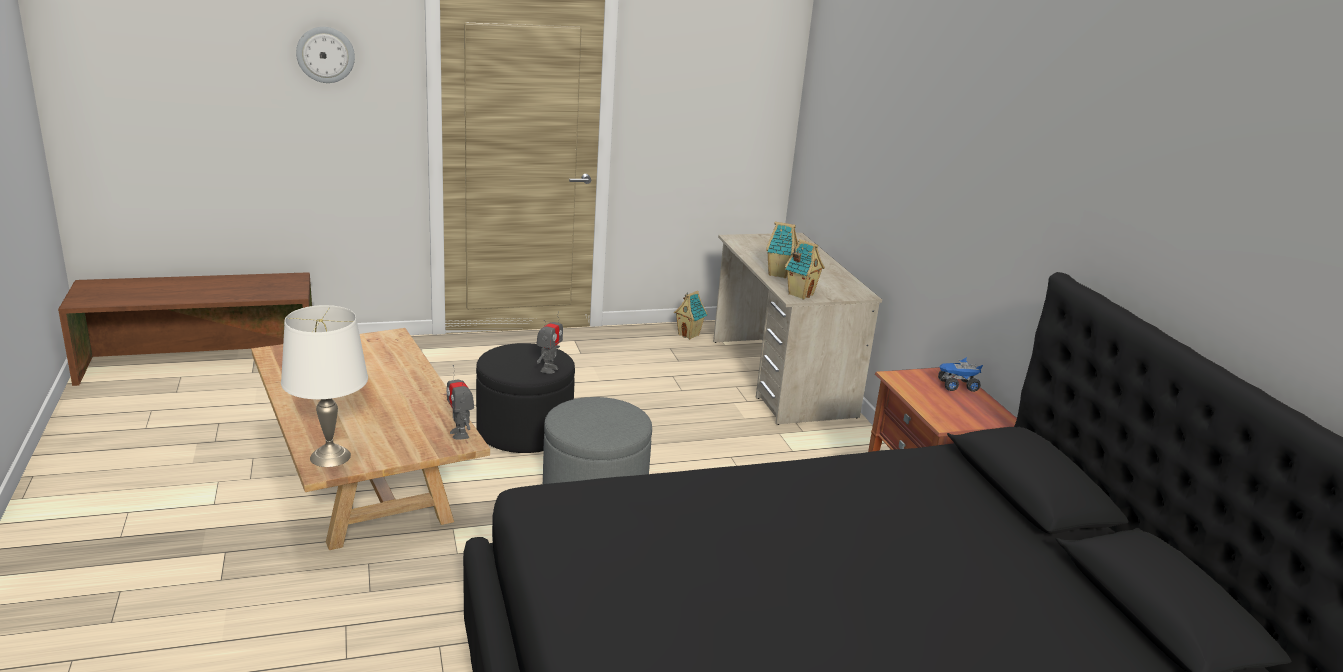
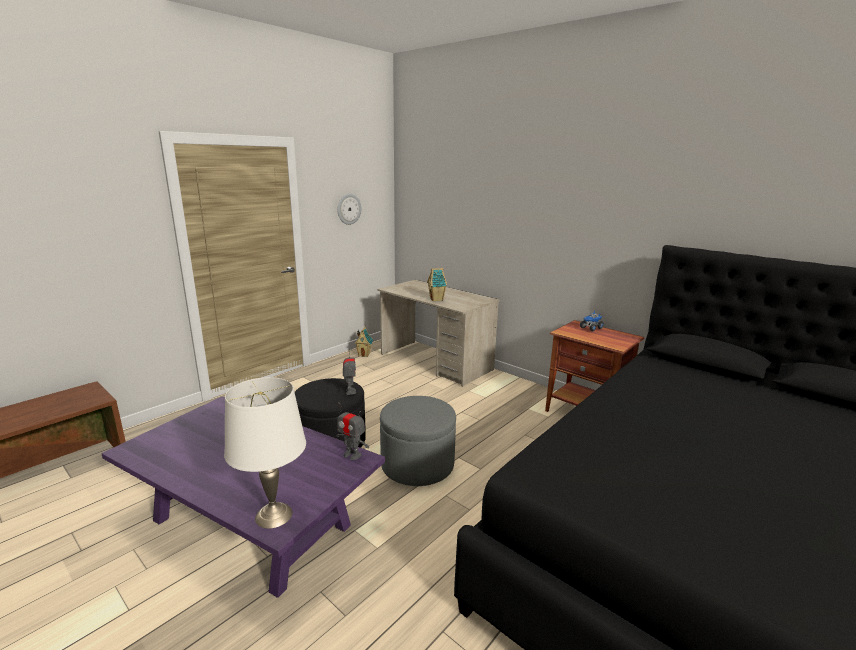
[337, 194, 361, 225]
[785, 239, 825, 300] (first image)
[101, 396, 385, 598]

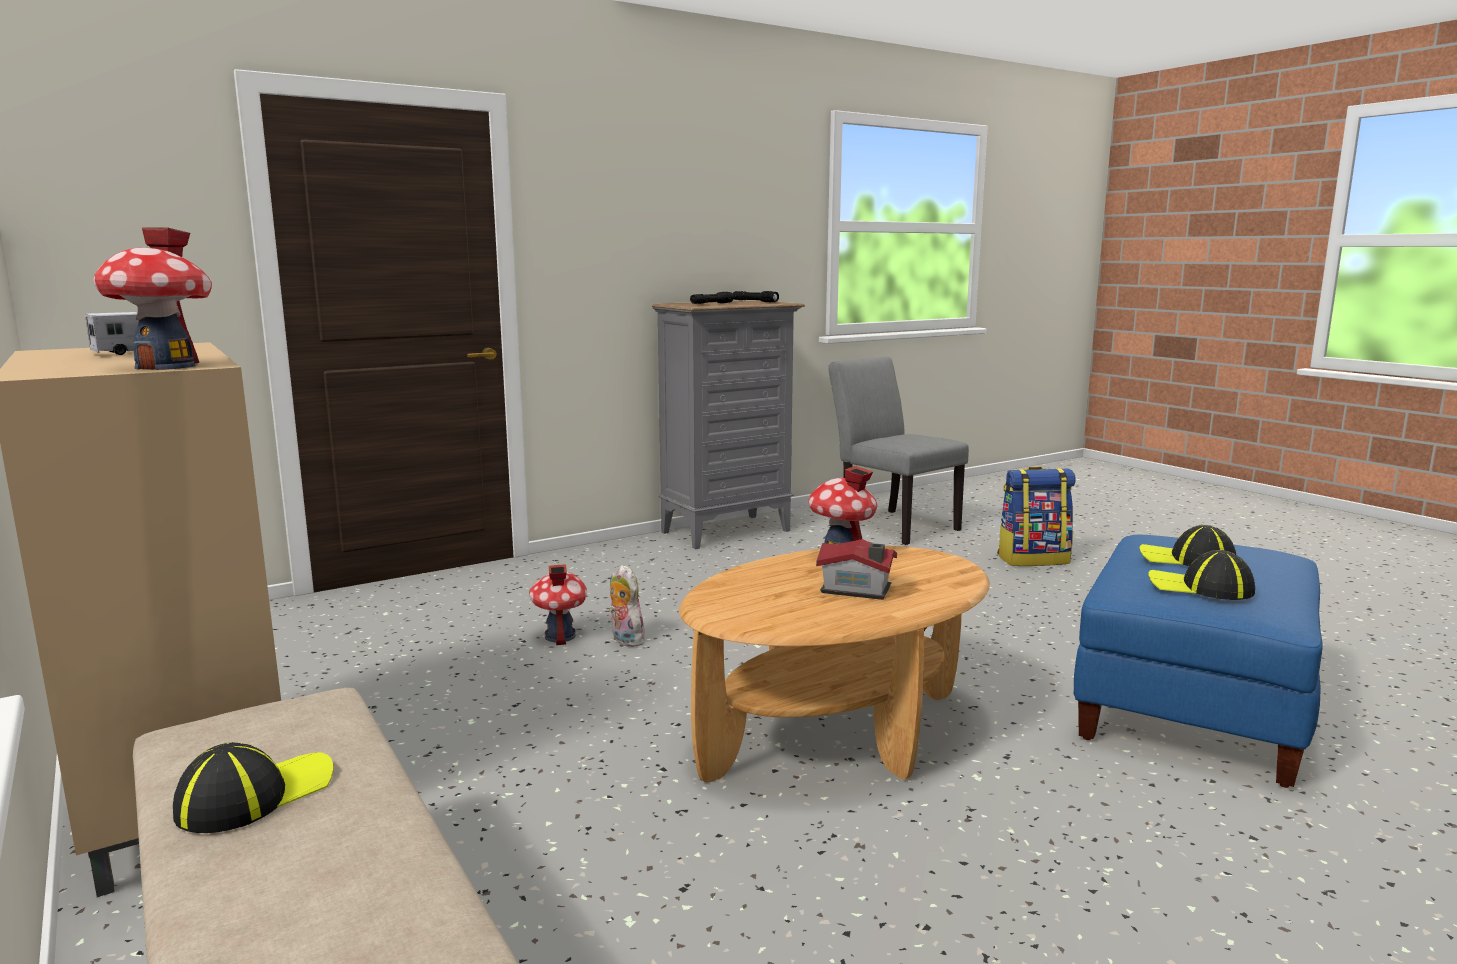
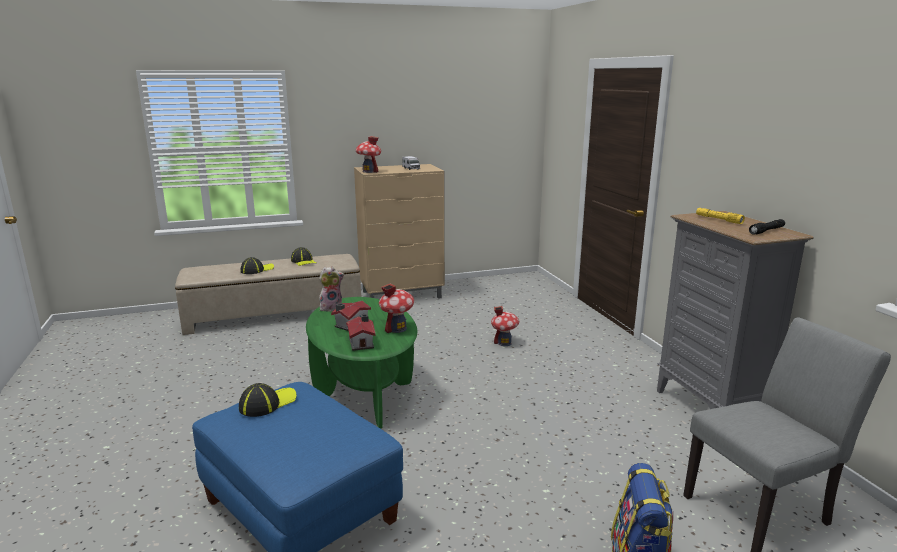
[696, 208, 745, 224]
[241, 257, 274, 274]
[306, 297, 417, 429]
[319, 266, 344, 312]
[346, 314, 376, 351]

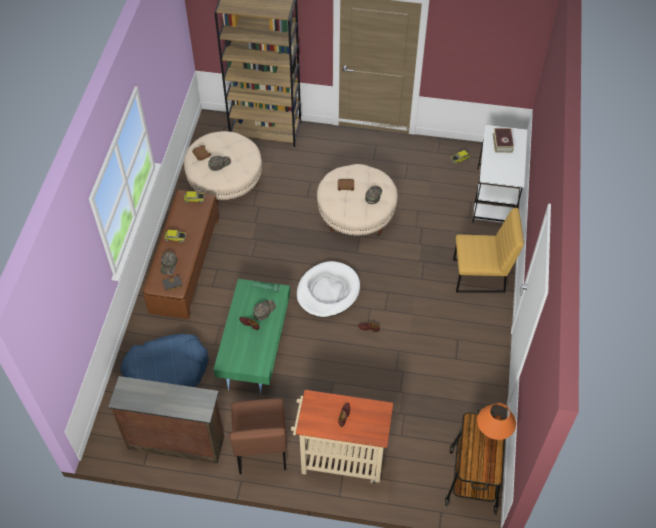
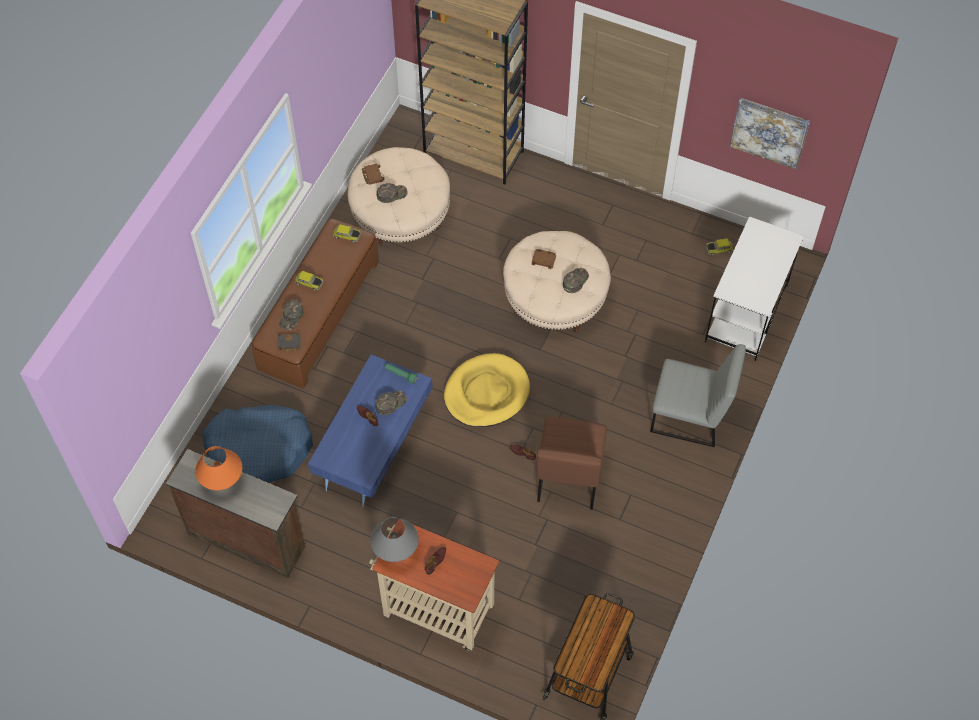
[493, 128, 514, 153] (first image)
[650, 344, 746, 447]
[444, 353, 530, 427]
[308, 354, 433, 506]
[536, 417, 607, 510]
[195, 446, 242, 490]
[729, 98, 810, 169]
[370, 517, 419, 562]

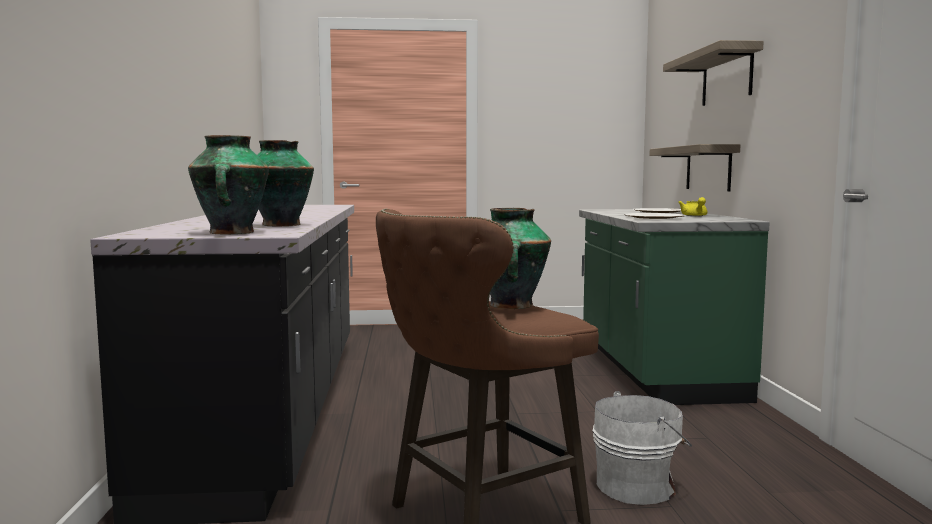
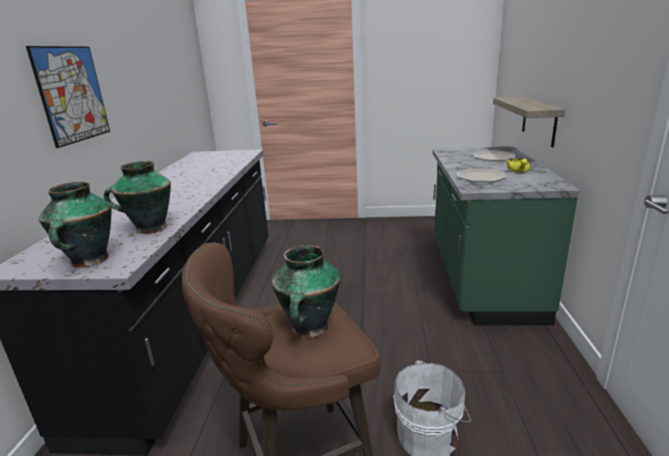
[663, 40, 764, 106] (first image)
[26, 46, 110, 148]

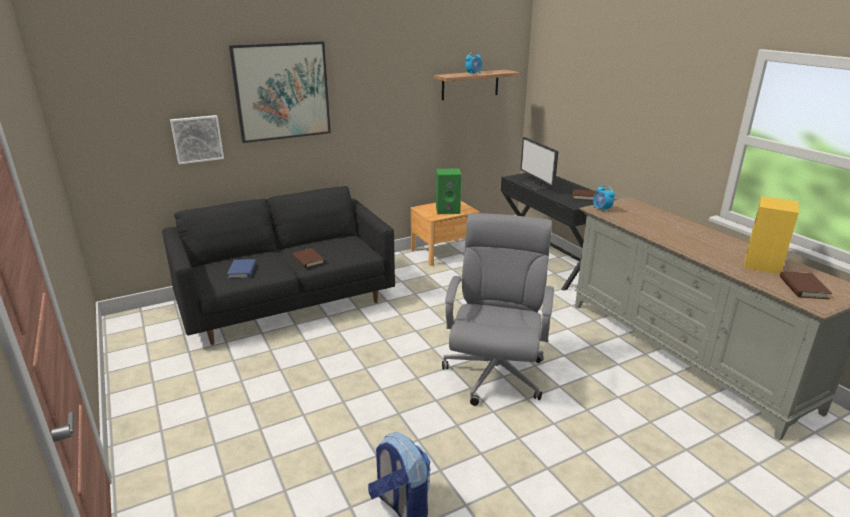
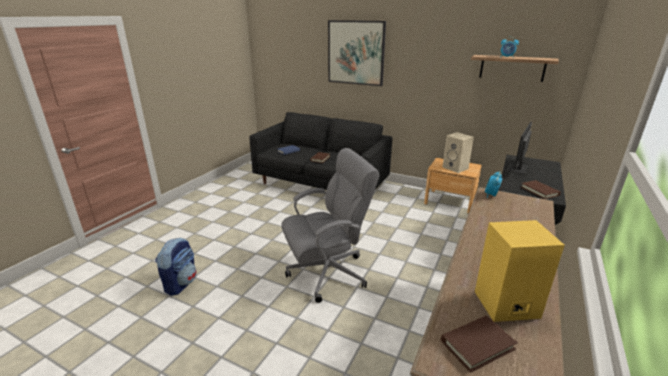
[170, 115, 224, 164] (first image)
[443, 132, 474, 173]

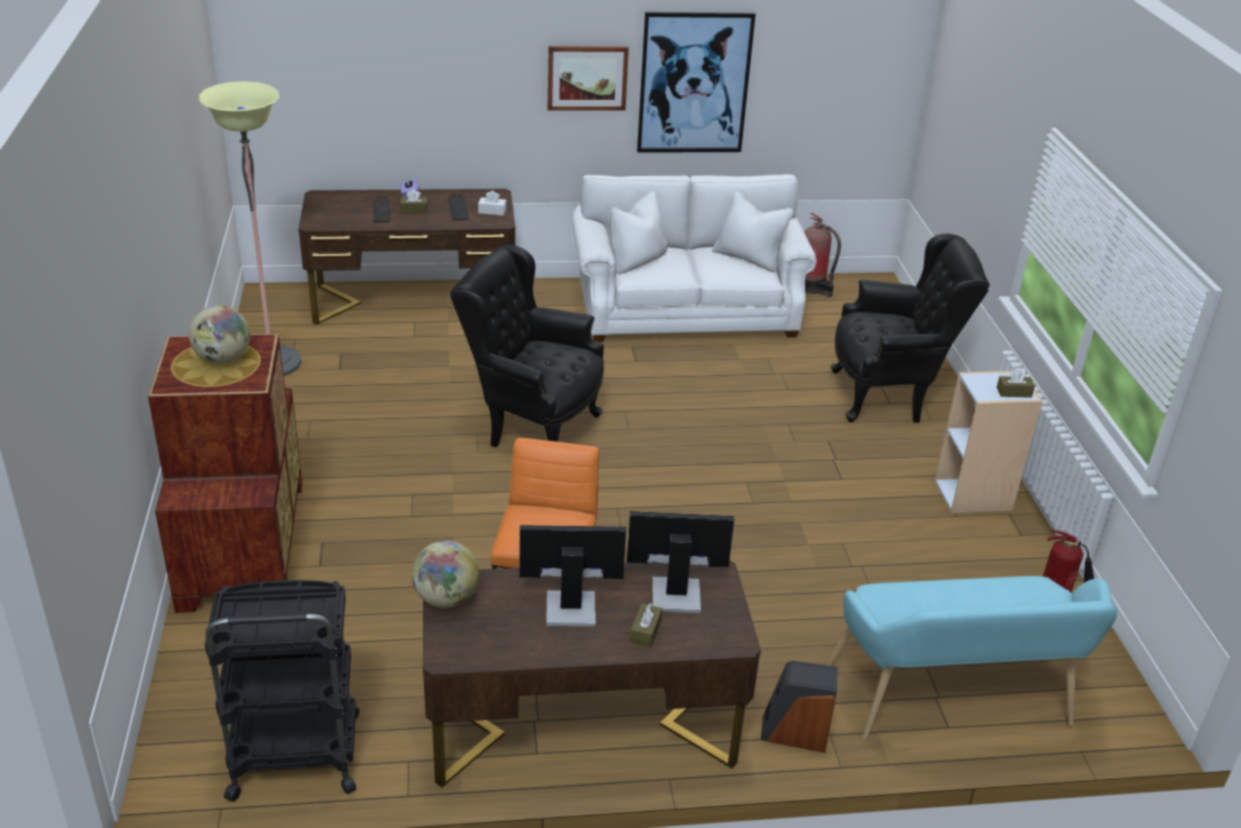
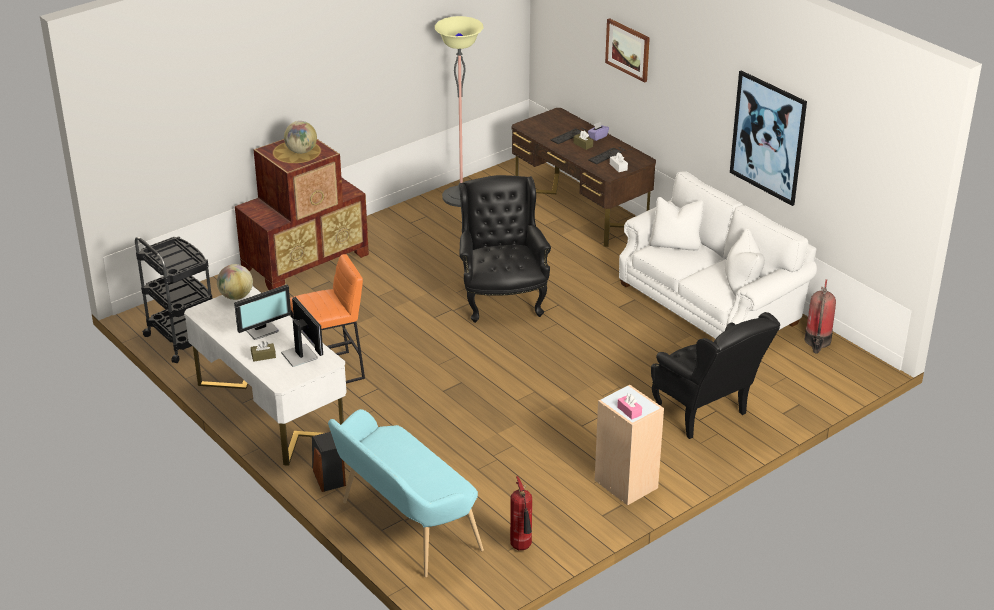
[605, 18, 650, 83]
[617, 394, 642, 420]
[234, 284, 291, 340]
[184, 286, 346, 466]

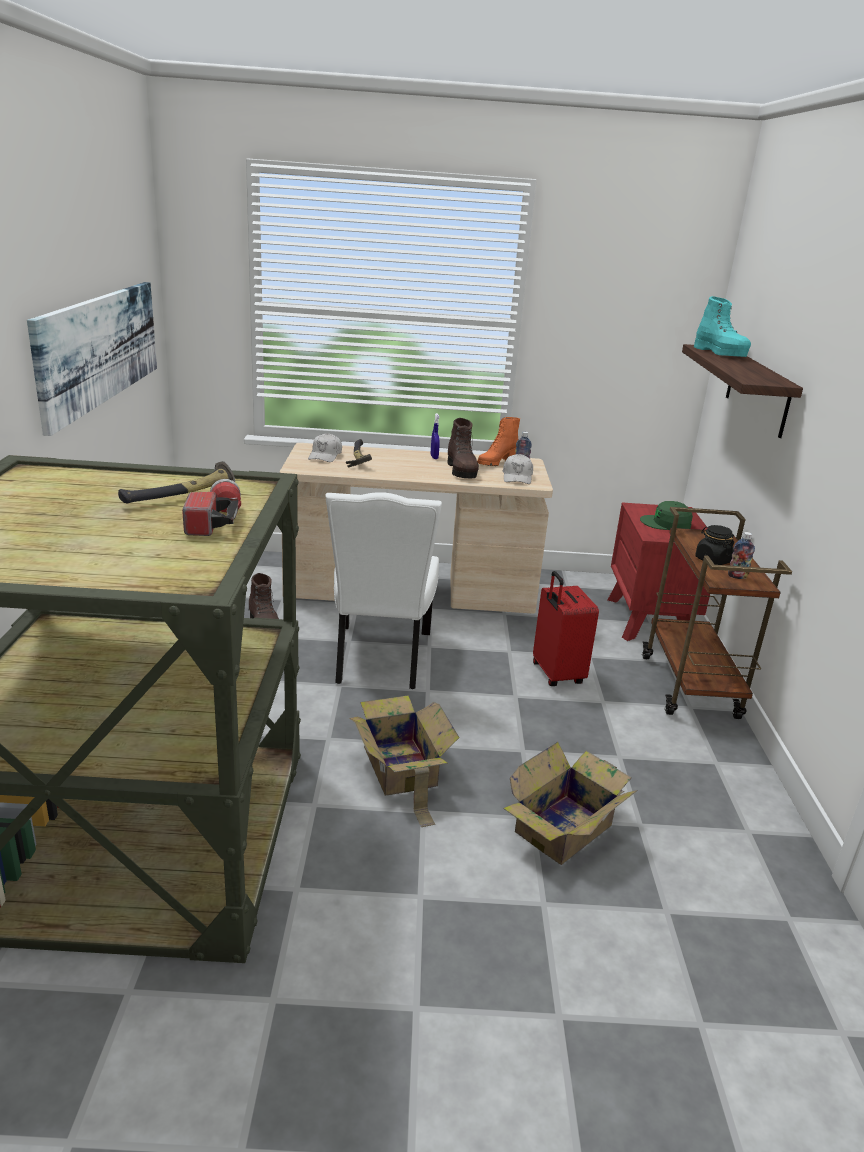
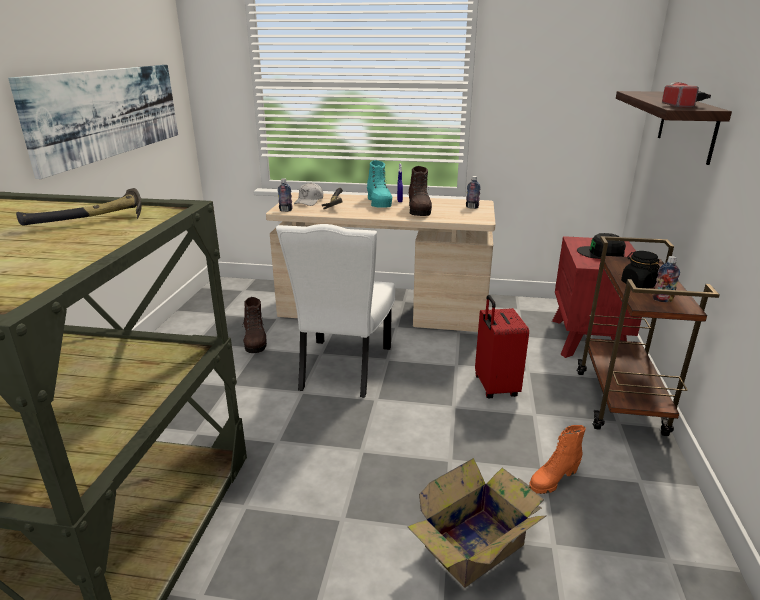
[367, 160, 392, 208]
[529, 425, 586, 494]
[503, 454, 533, 484] (first image)
[662, 82, 711, 108]
[577, 233, 626, 259]
[349, 695, 460, 827] (first image)
[278, 178, 293, 212]

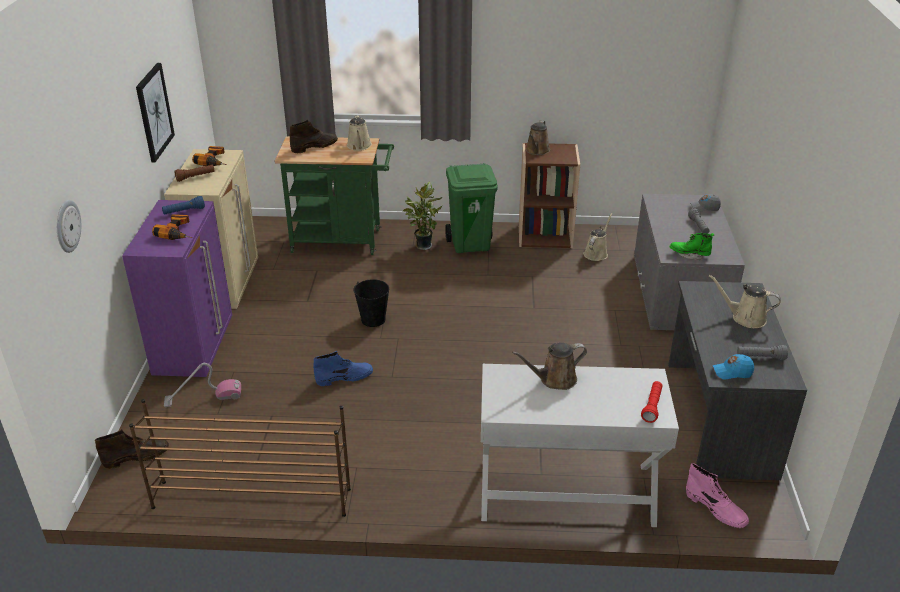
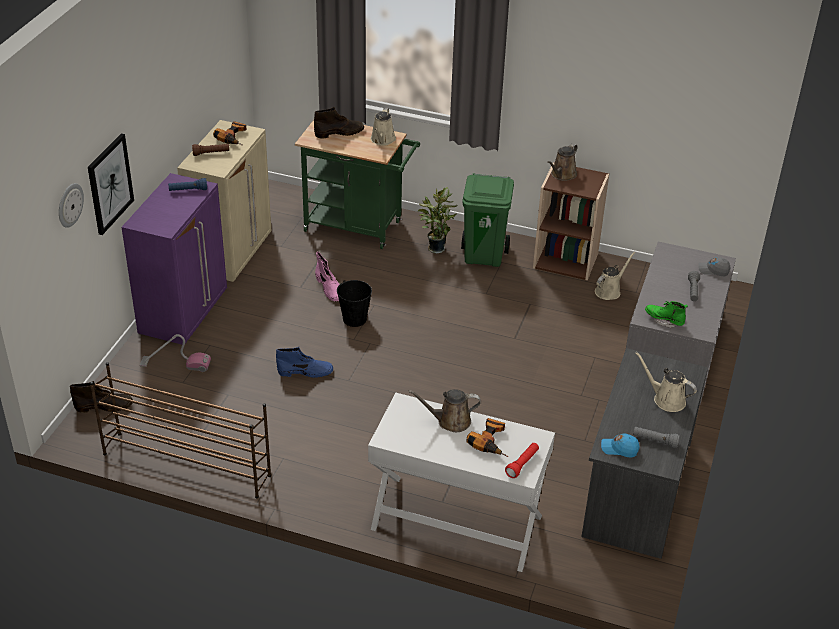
[88, 133, 134, 235]
[466, 418, 508, 457]
[315, 252, 340, 302]

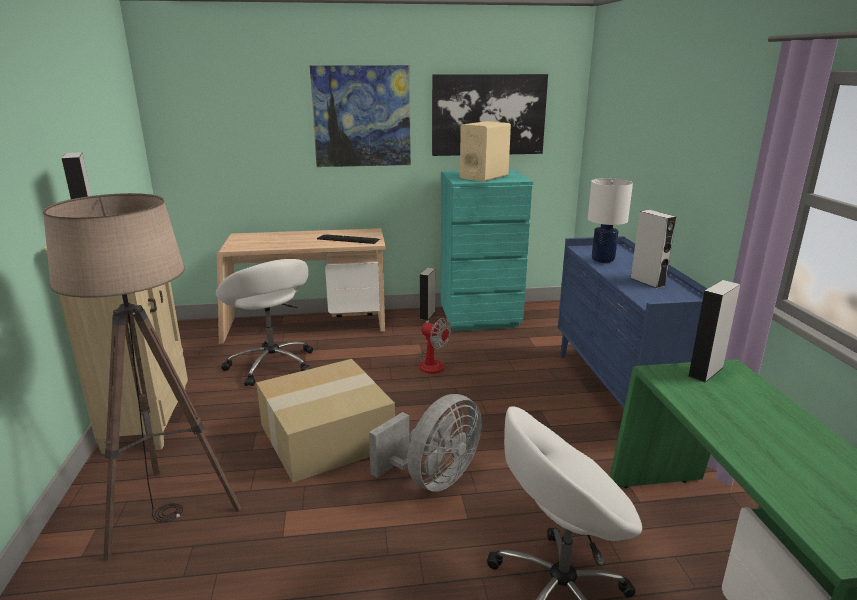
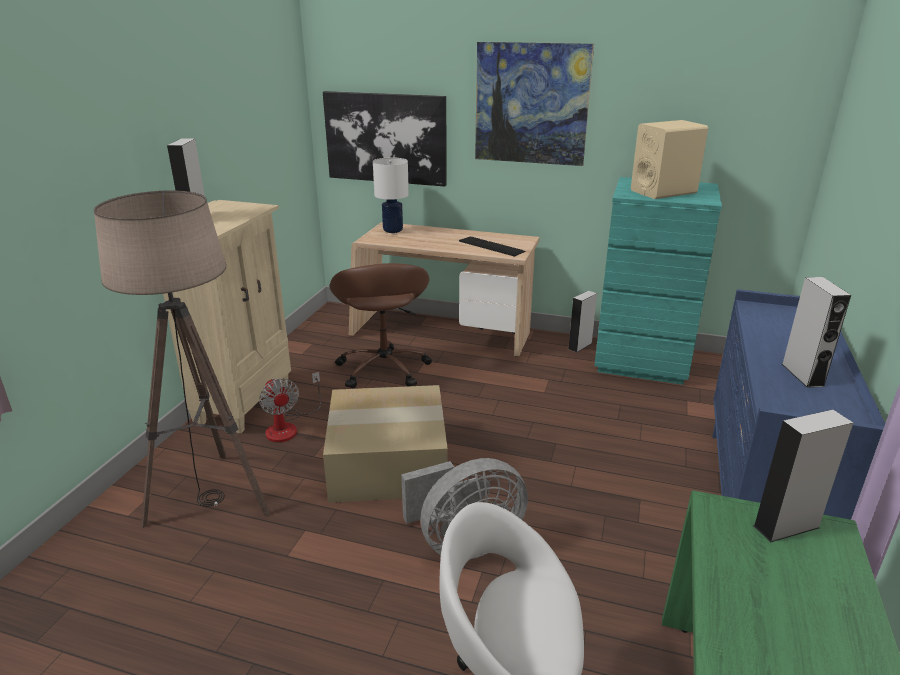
[323, 91, 447, 187]
[373, 157, 409, 233]
[329, 263, 432, 388]
[259, 372, 321, 442]

